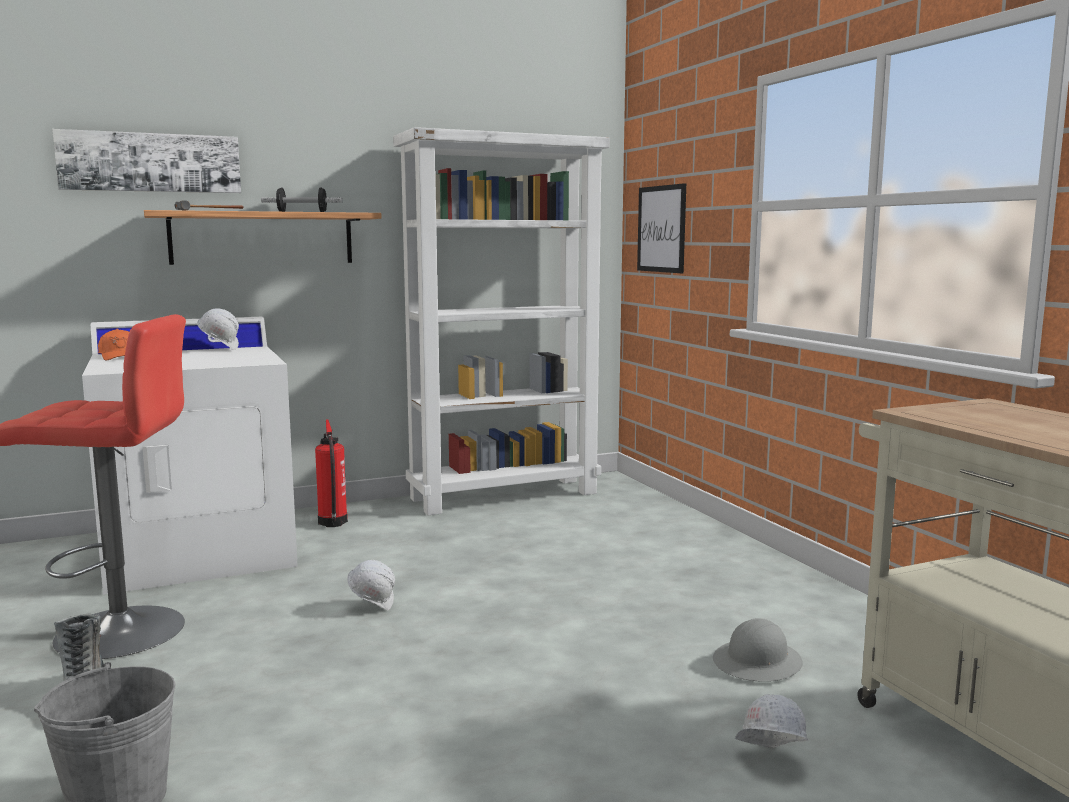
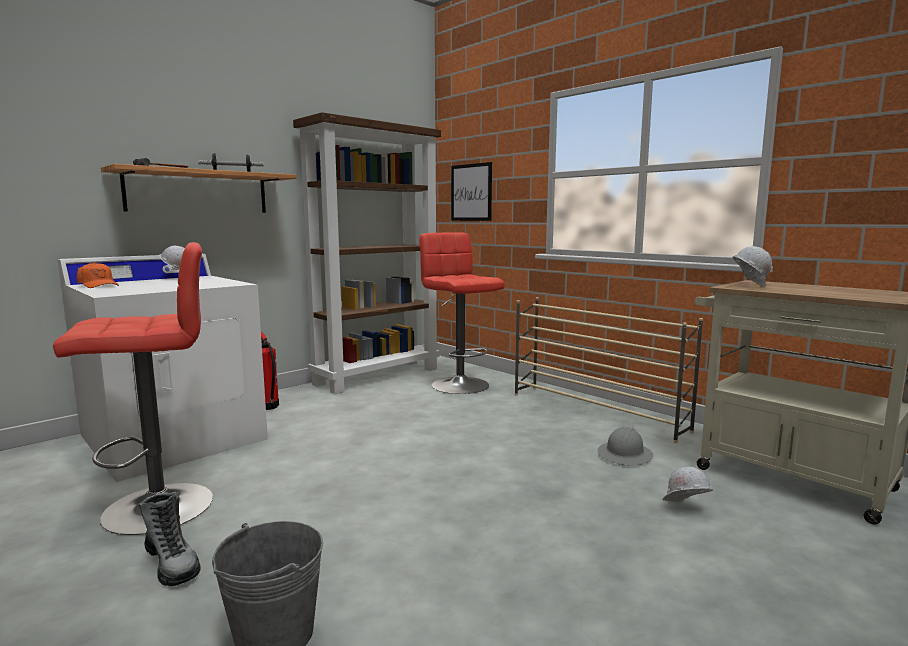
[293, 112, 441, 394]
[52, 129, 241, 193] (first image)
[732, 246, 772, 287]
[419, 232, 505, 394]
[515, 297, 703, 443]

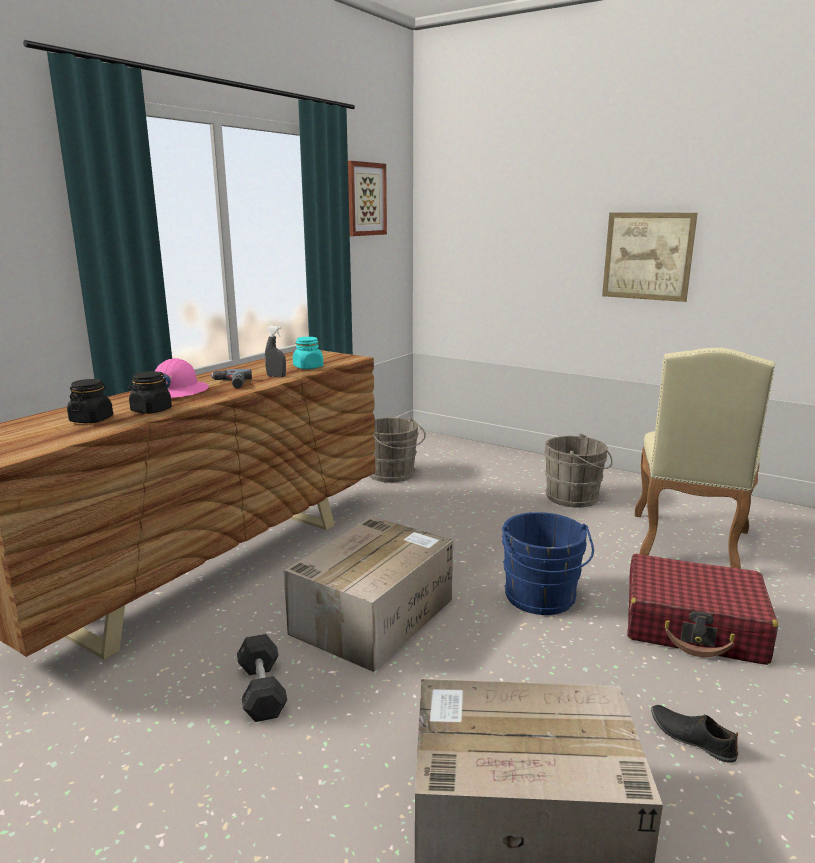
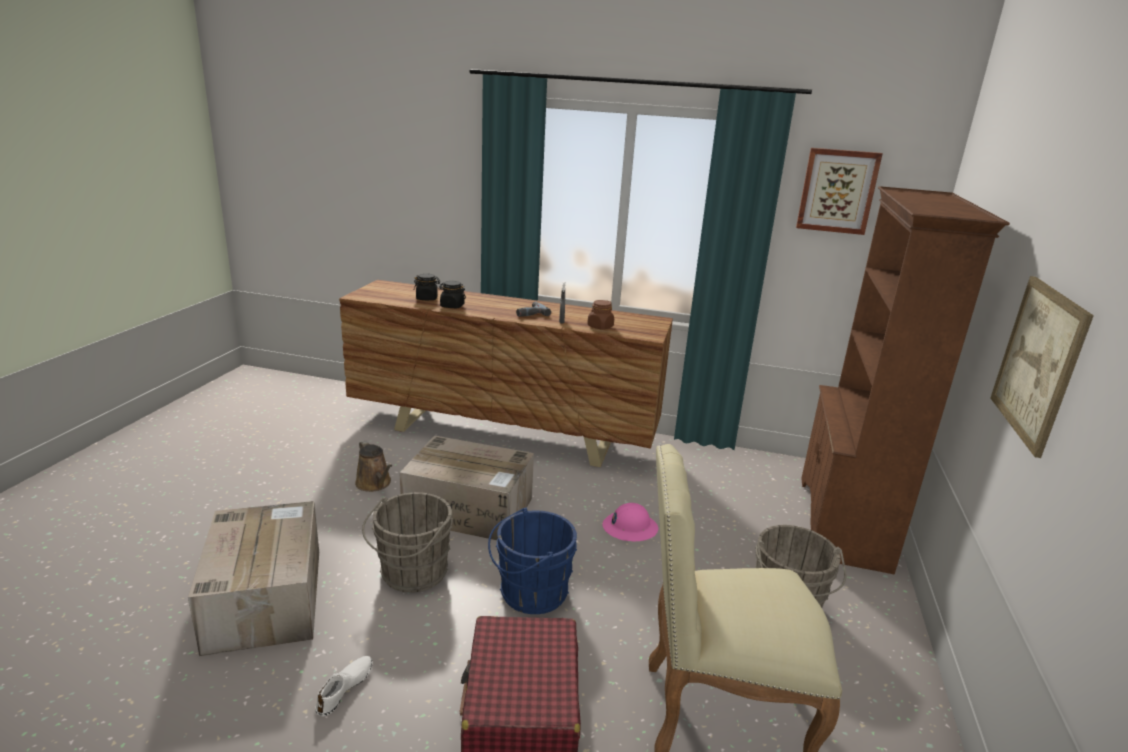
[587, 300, 614, 330]
[603, 503, 658, 541]
[362, 492, 453, 593]
[355, 441, 392, 492]
[315, 656, 373, 717]
[801, 186, 1010, 575]

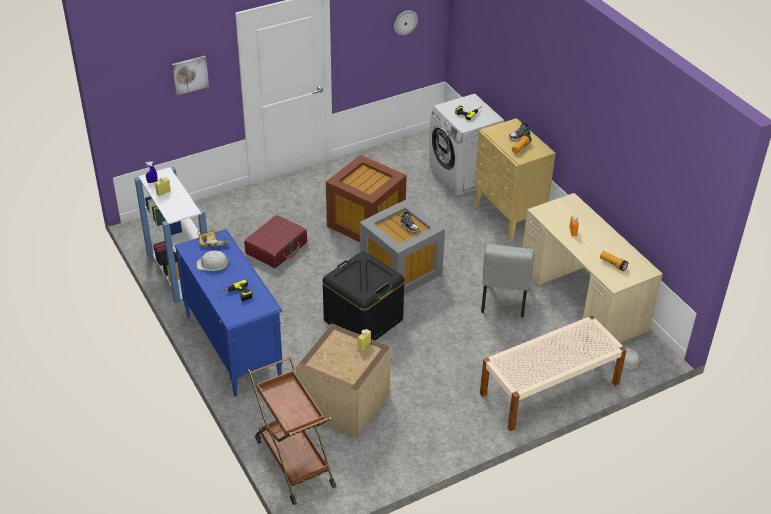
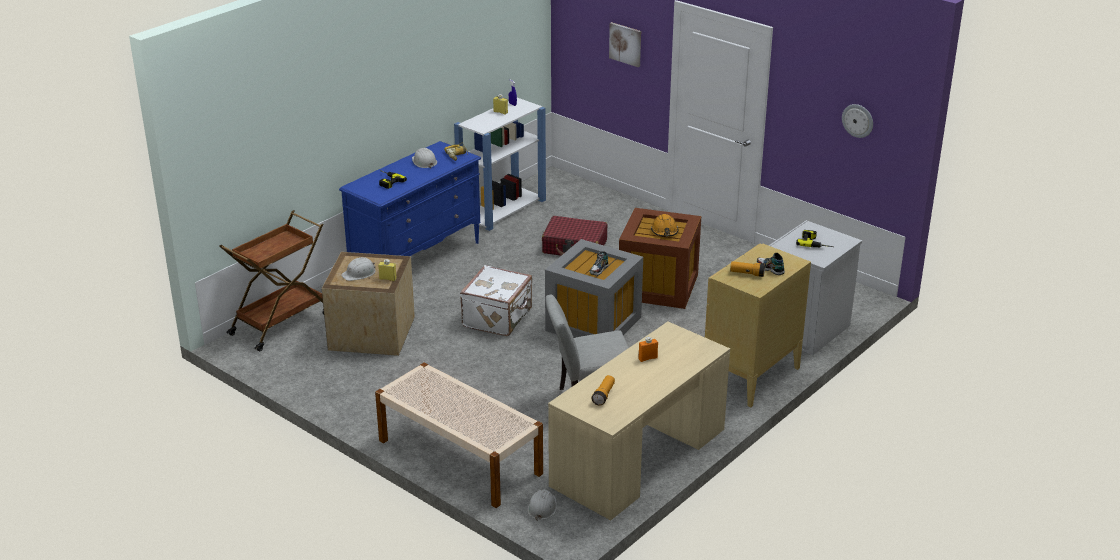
[460, 265, 532, 336]
[651, 214, 679, 237]
[341, 257, 376, 281]

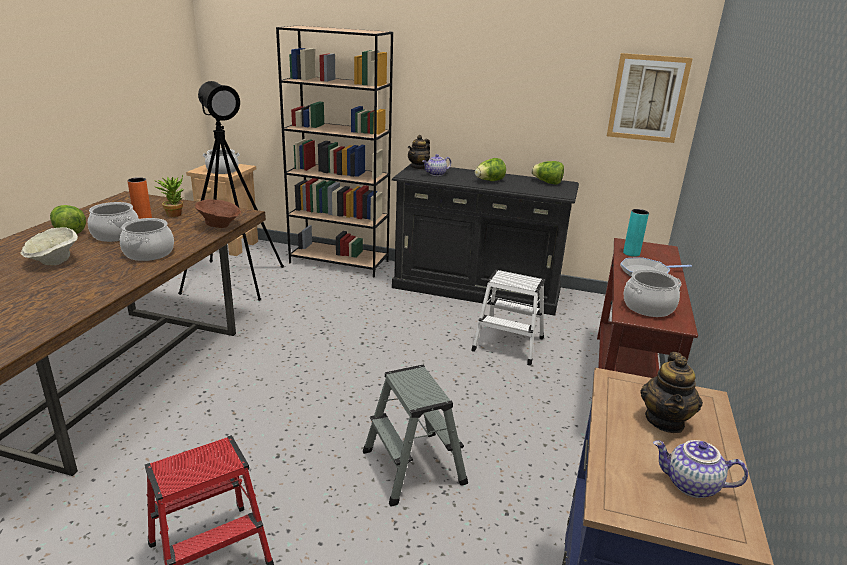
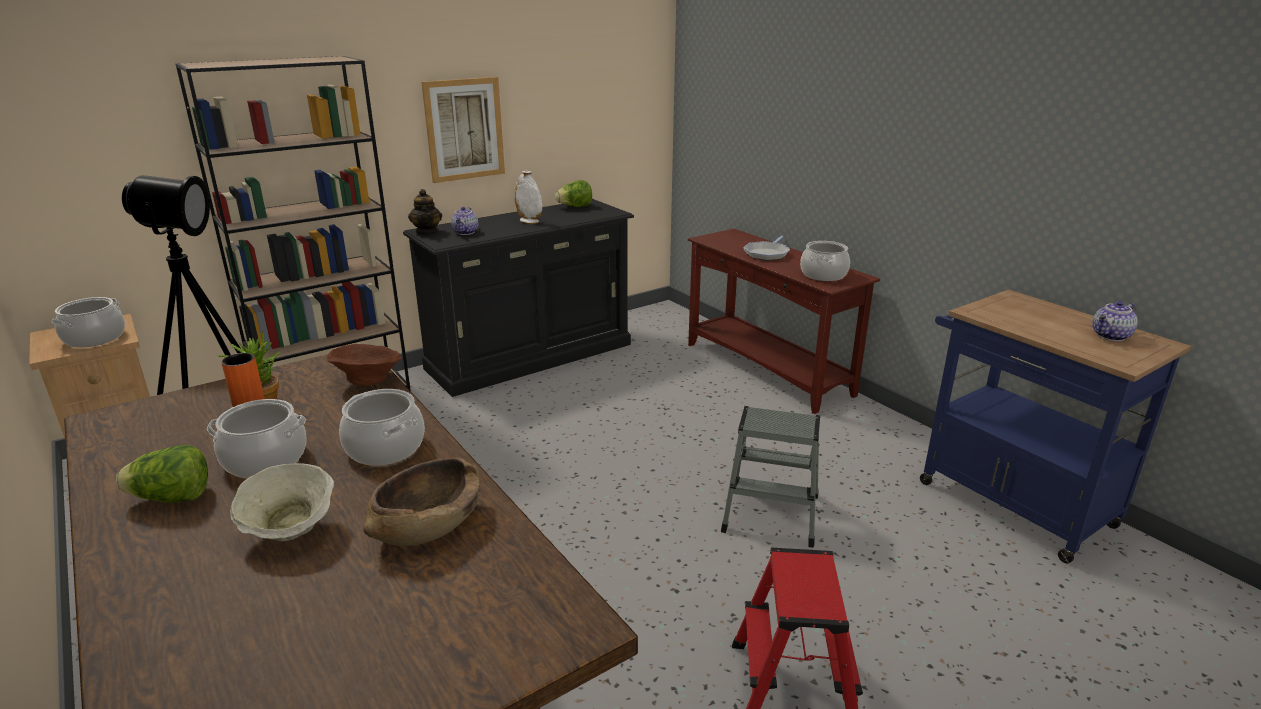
[422, 77, 505, 183]
[514, 171, 542, 224]
[623, 209, 649, 257] (first image)
[471, 269, 545, 366] (first image)
[640, 352, 703, 433] (first image)
[363, 458, 480, 546]

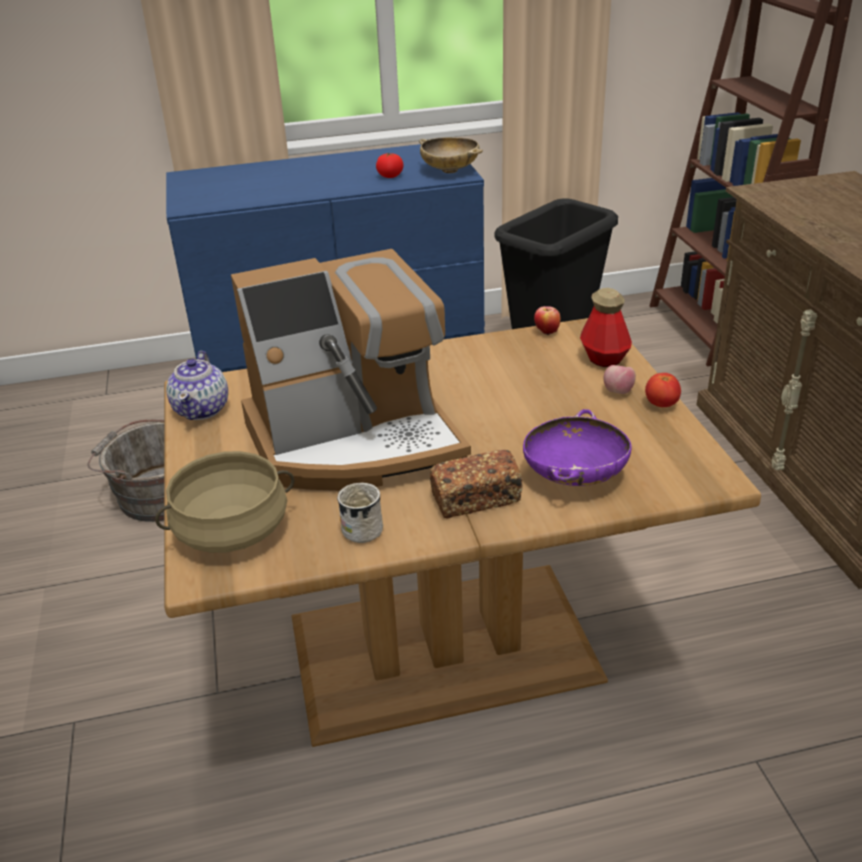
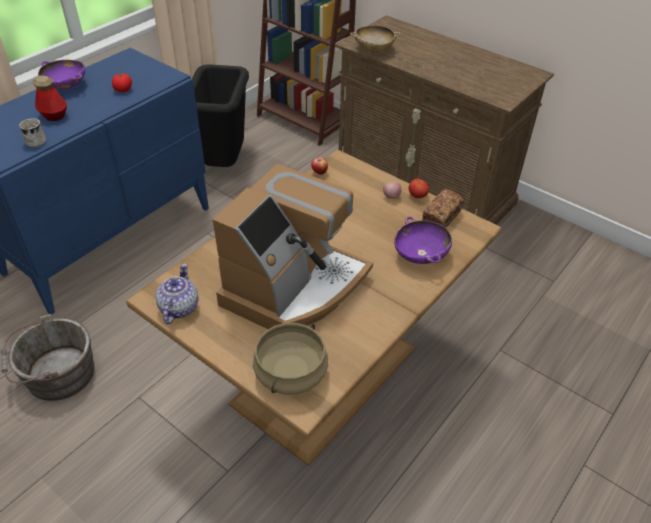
[350, 25, 400, 52]
[33, 75, 67, 121]
[155, 263, 199, 324]
[422, 189, 464, 228]
[19, 118, 46, 147]
[38, 60, 85, 90]

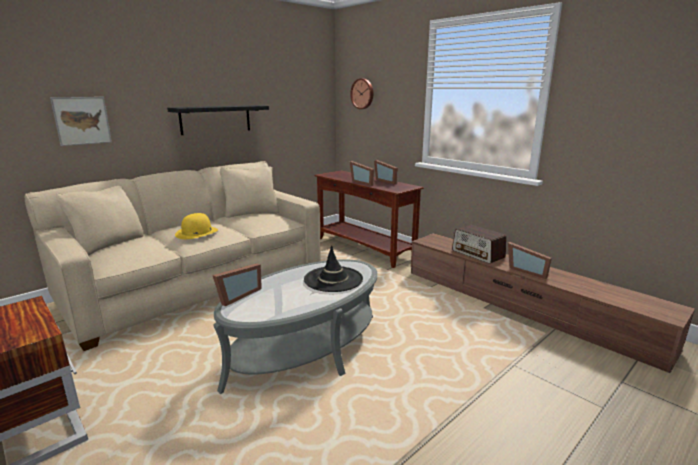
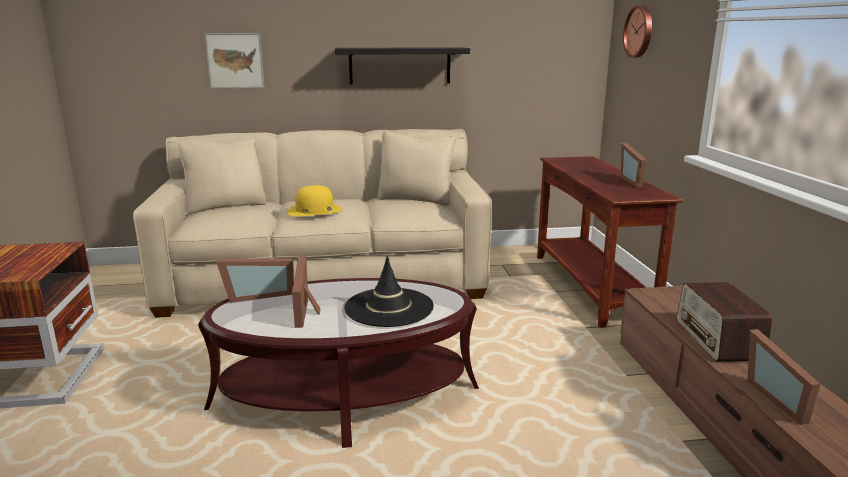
[292, 254, 321, 328]
[198, 278, 479, 448]

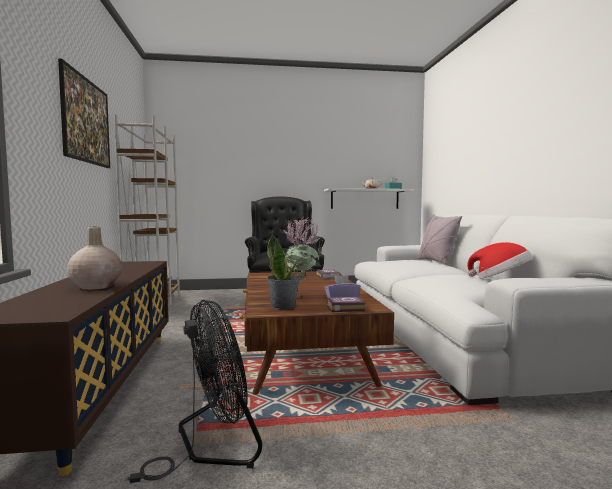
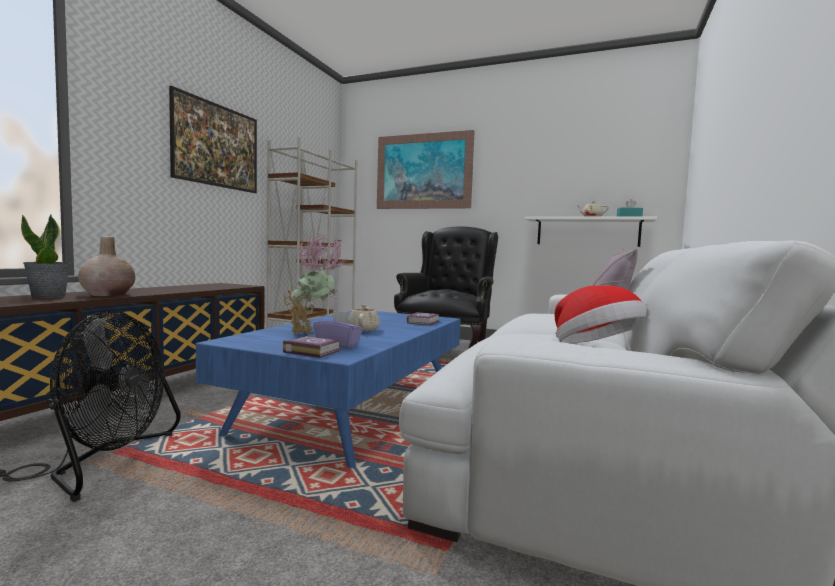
[21, 215, 71, 298]
[196, 311, 461, 468]
[377, 130, 475, 209]
[348, 305, 380, 331]

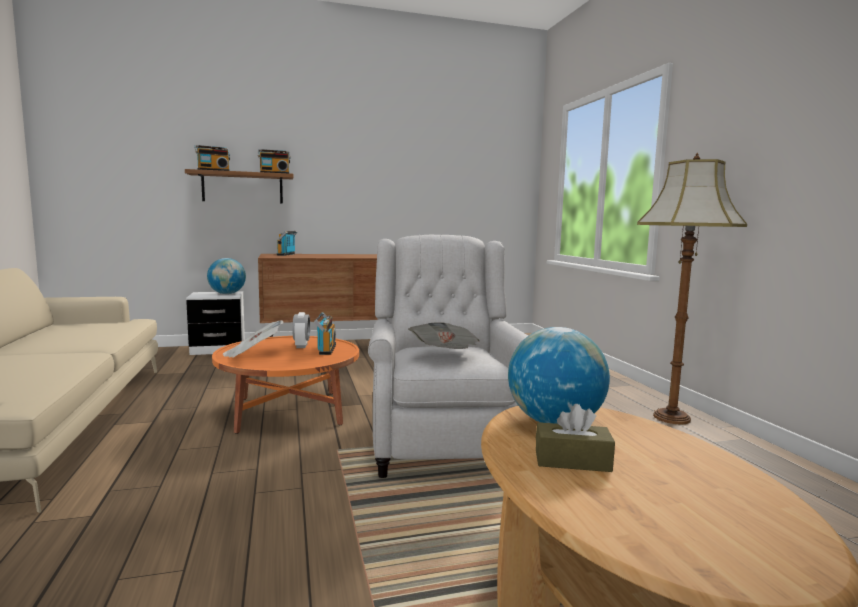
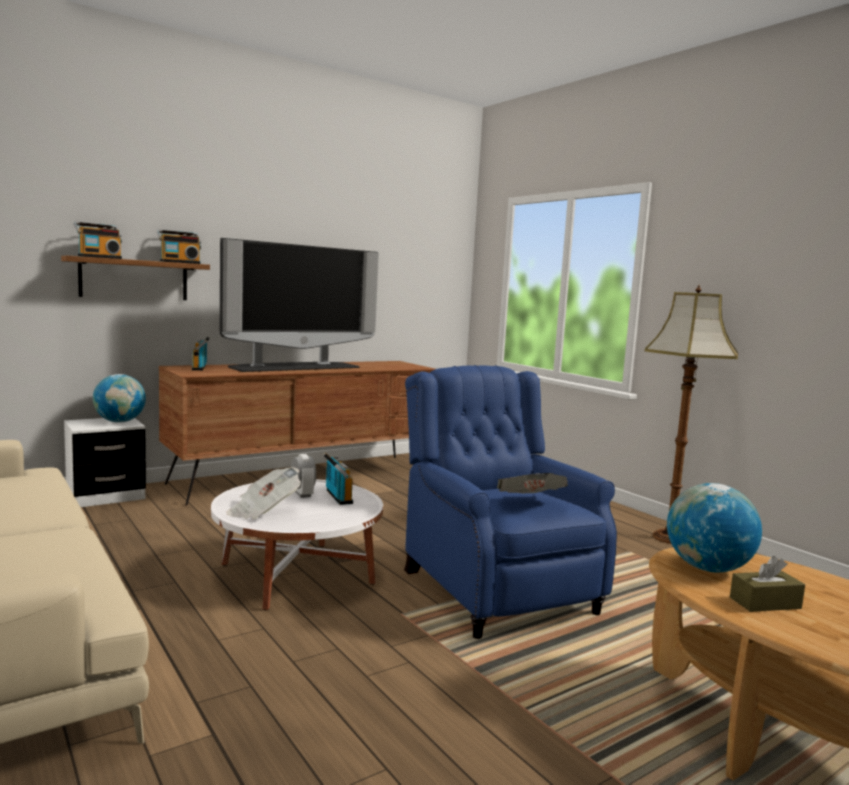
[404, 365, 617, 639]
[211, 479, 383, 610]
[220, 238, 379, 372]

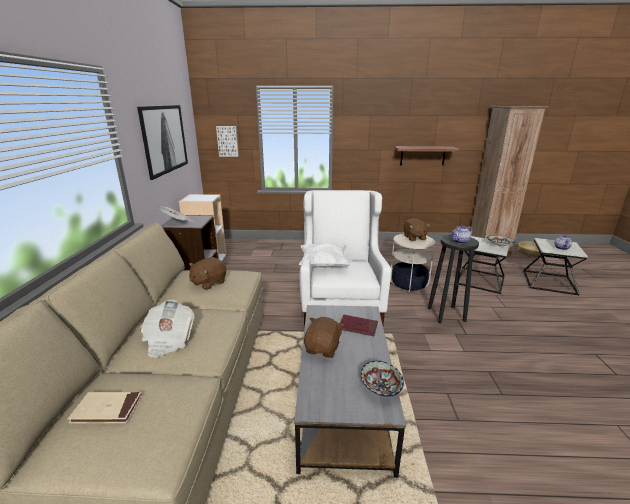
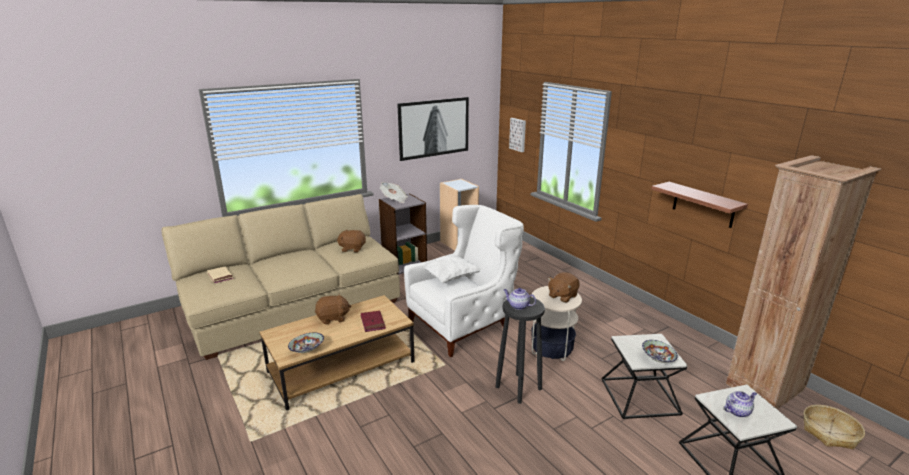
[140, 300, 195, 358] (first image)
[260, 295, 415, 410]

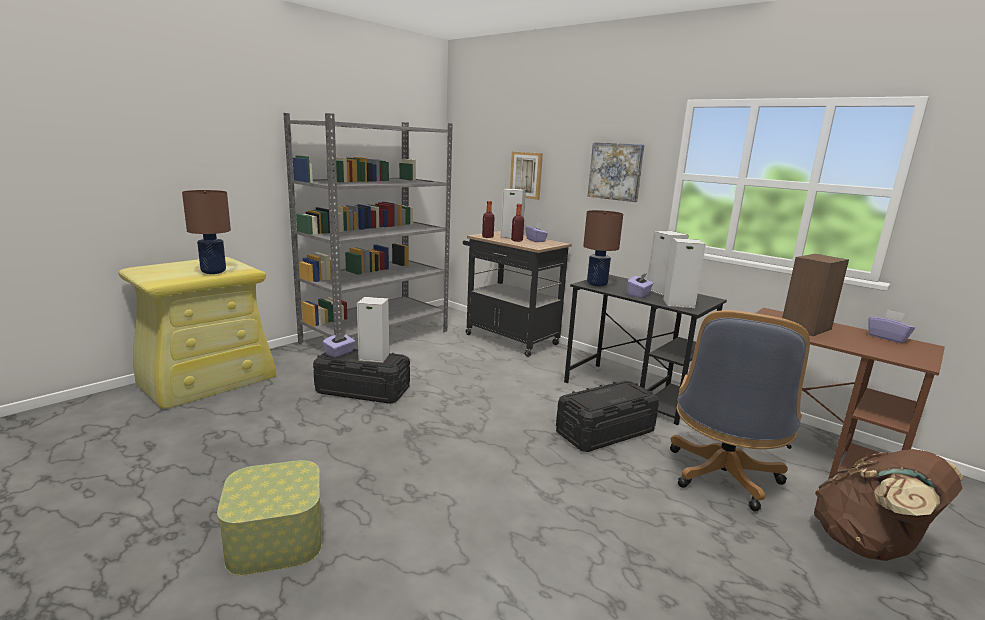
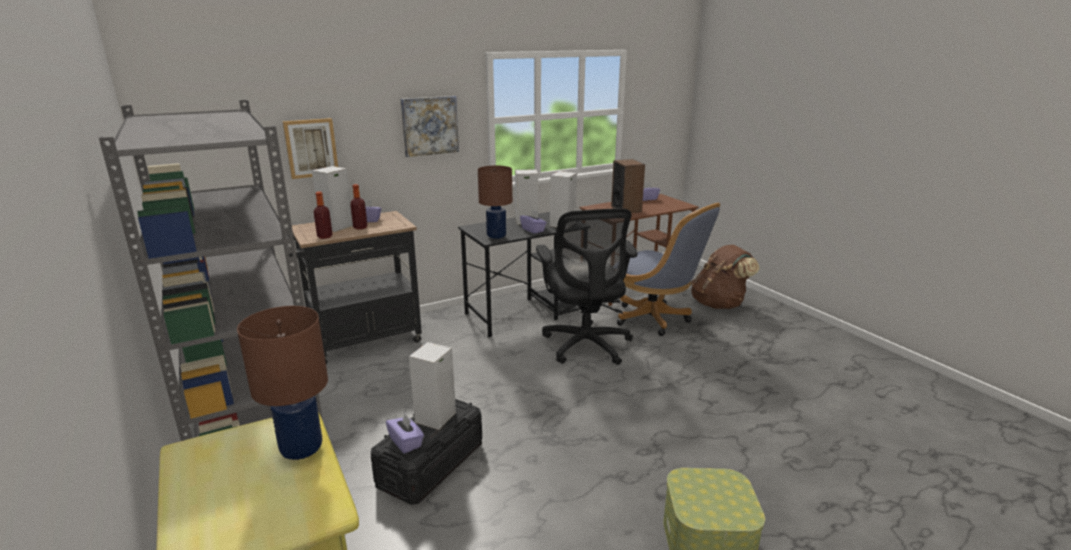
[536, 208, 638, 365]

